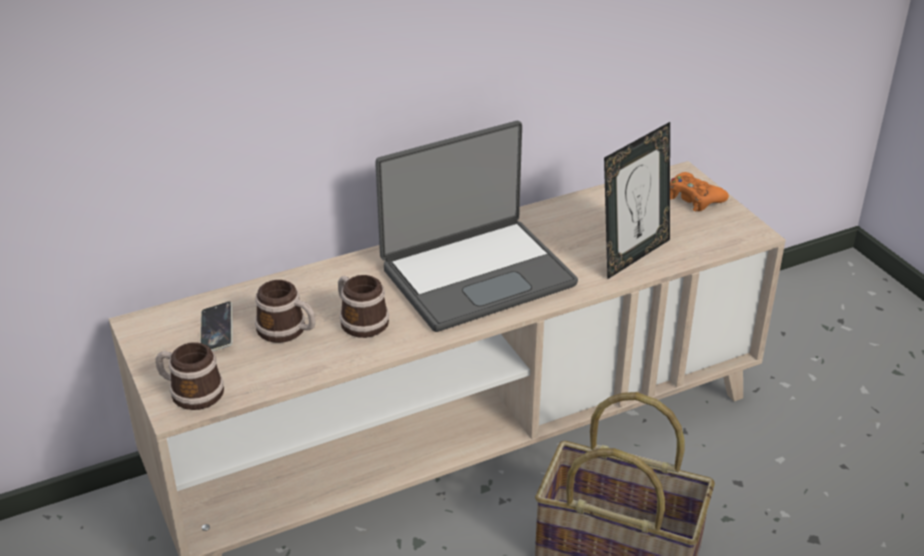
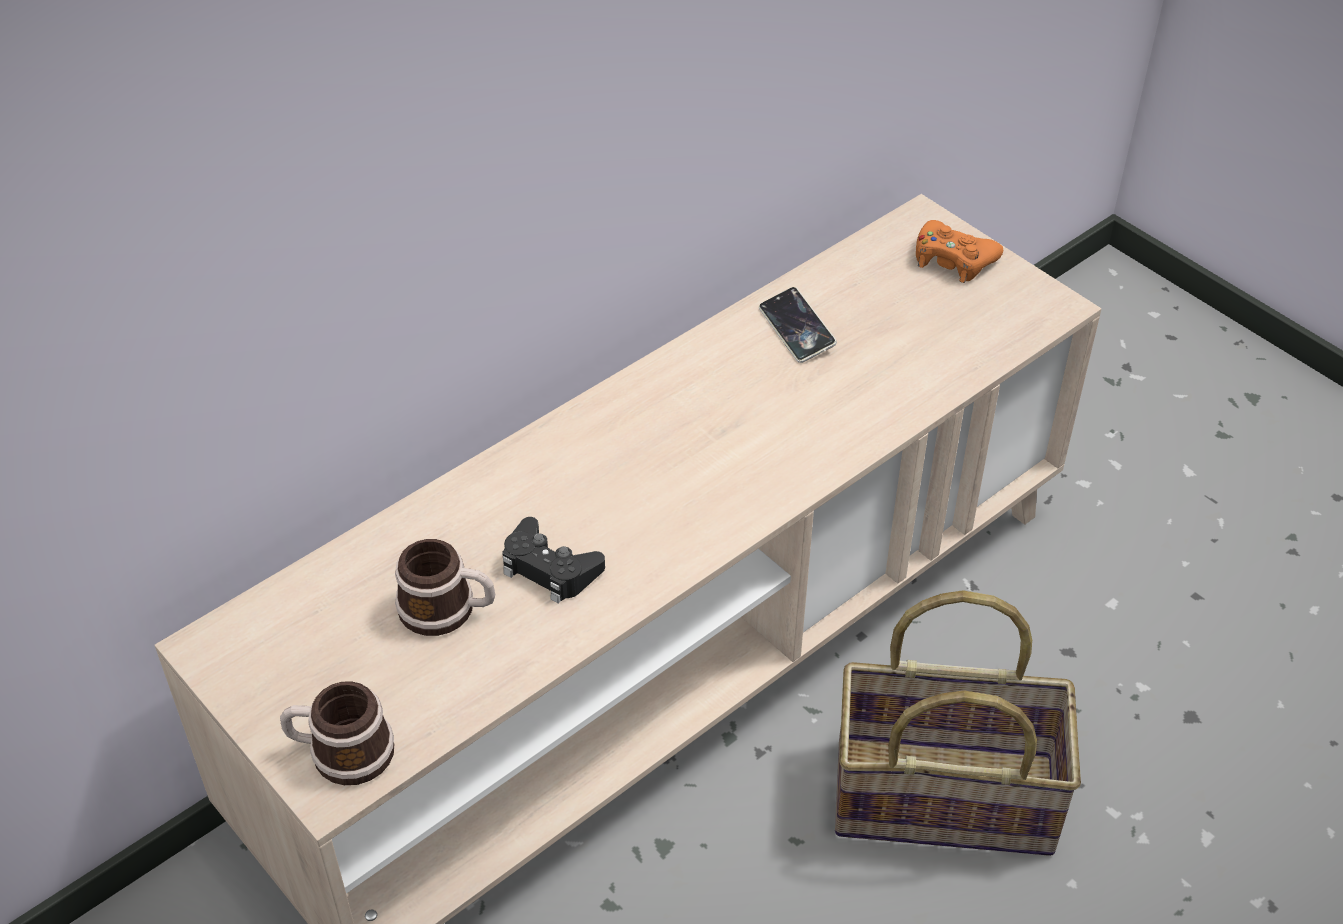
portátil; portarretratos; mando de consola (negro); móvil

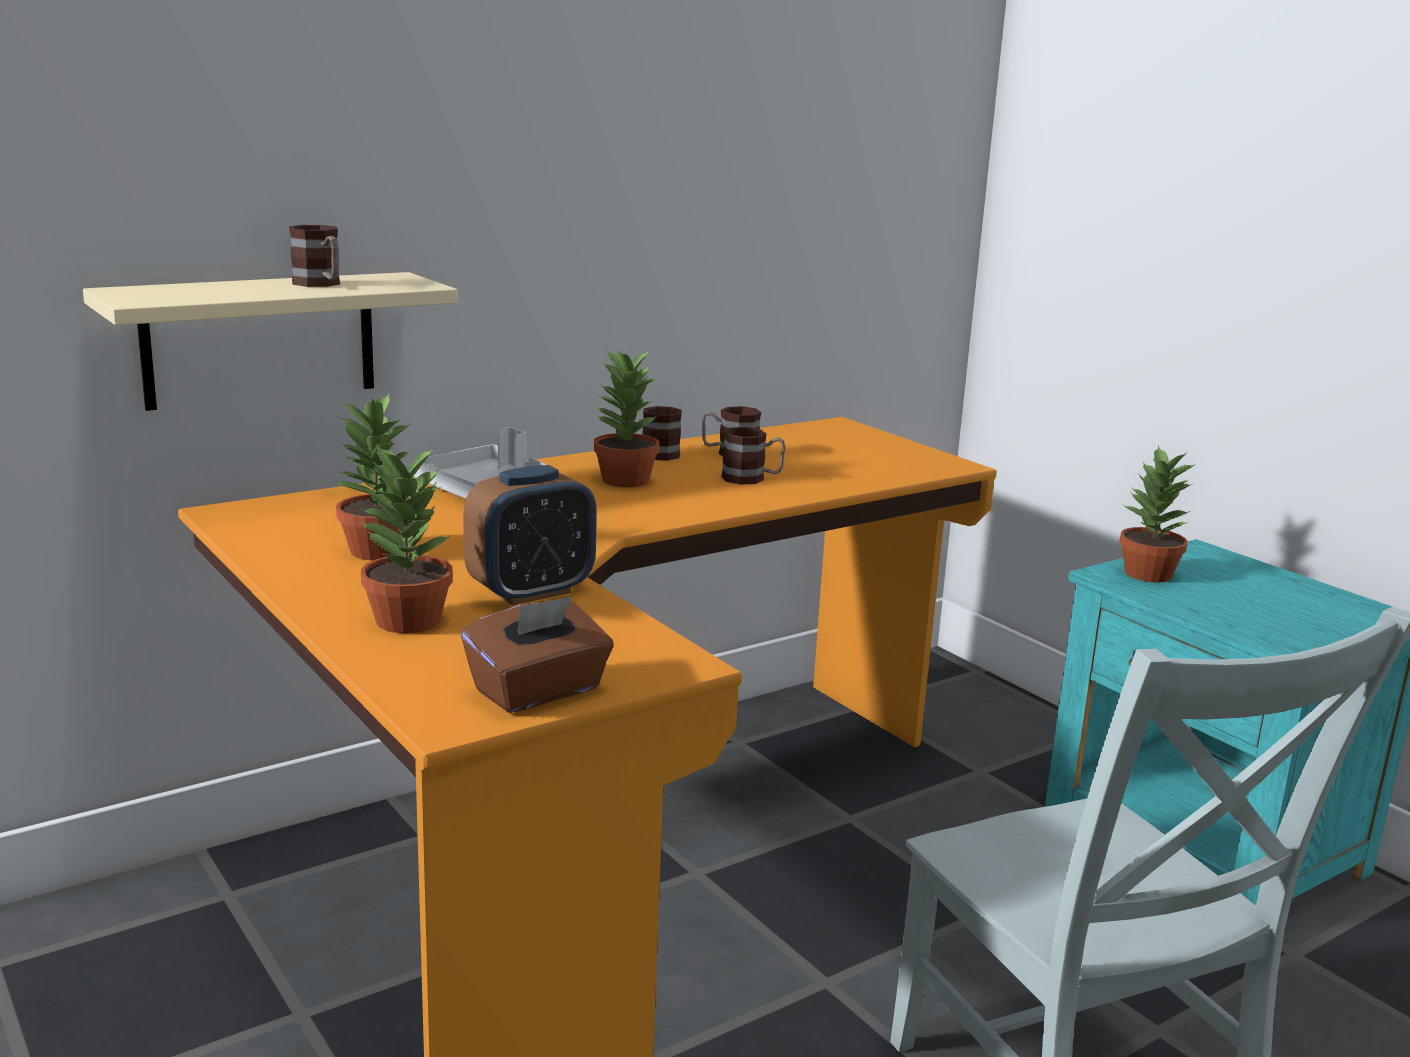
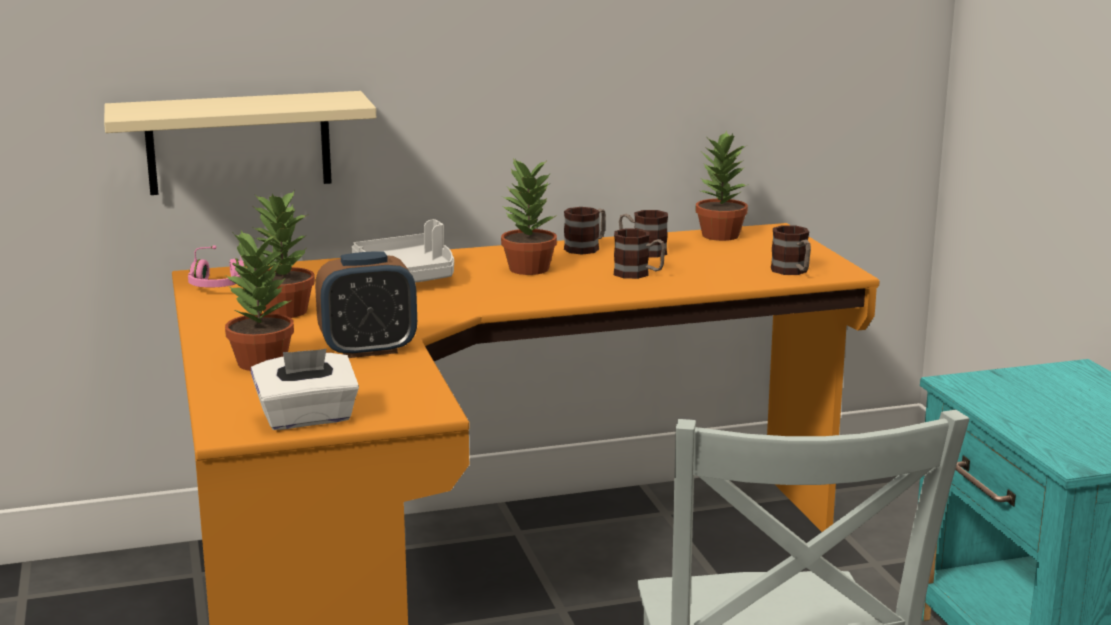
taza grande (4th from left); planta en maceta (4th from left); caja de pañuelos (blanco); auriculares (rosa)

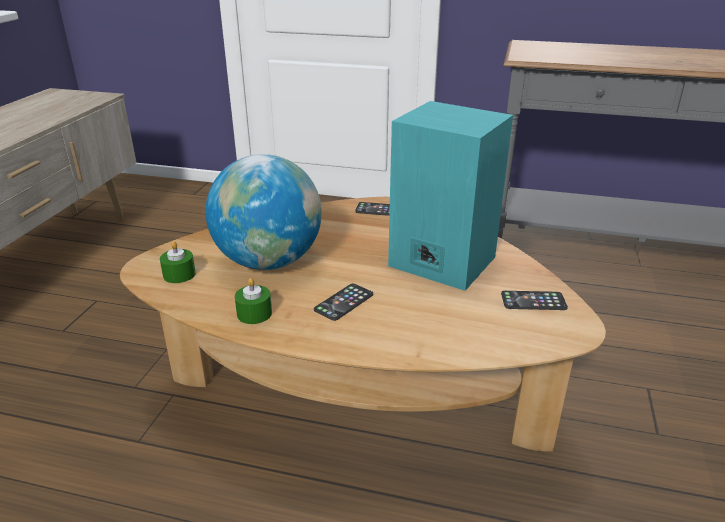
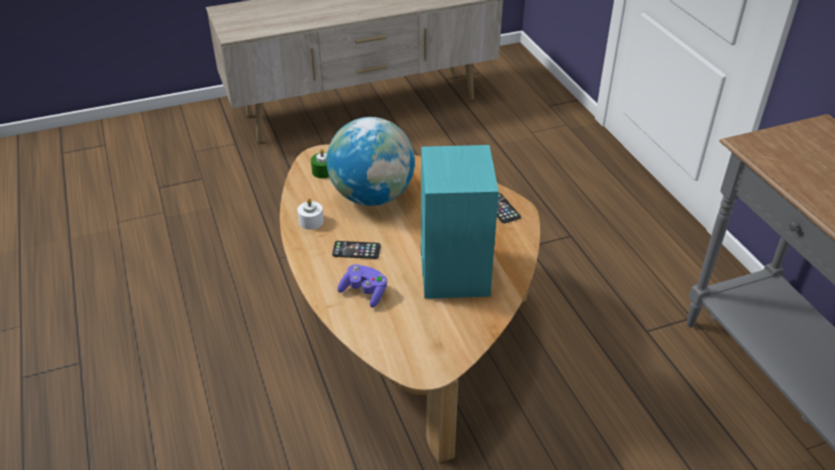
vela (blanco); móvil (3rd from left in the first image); mando de consola (morado)

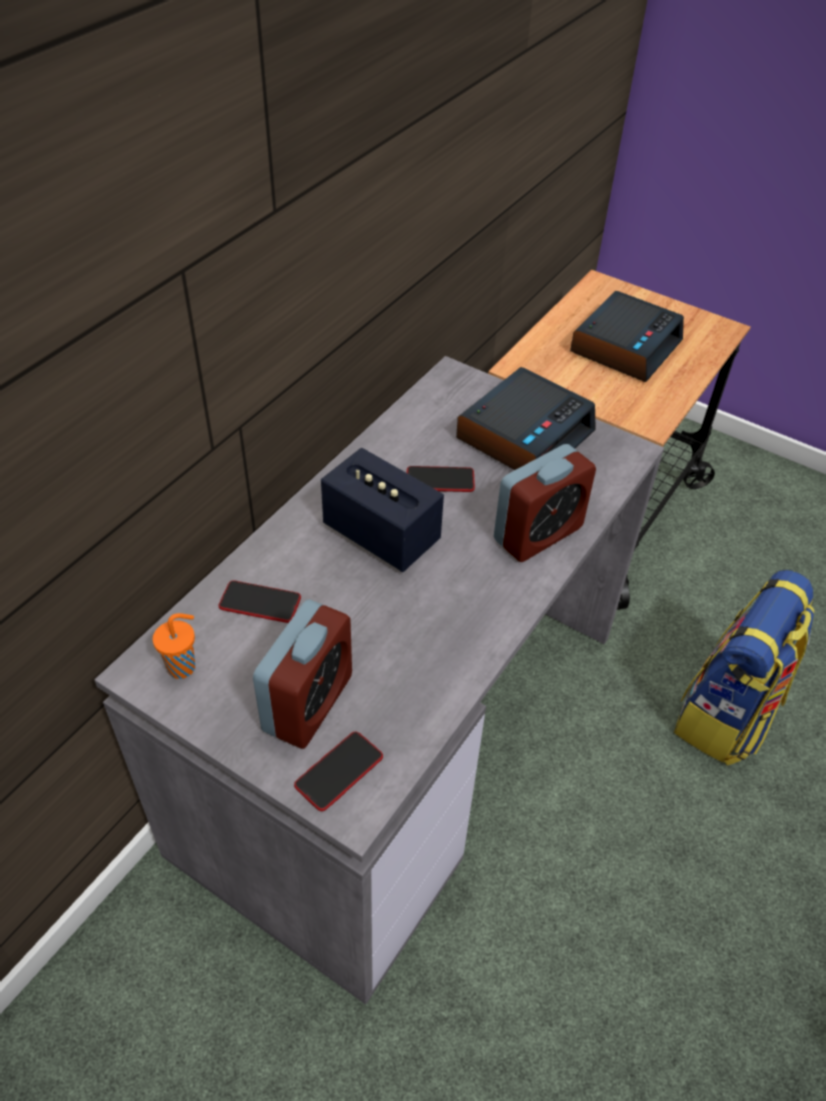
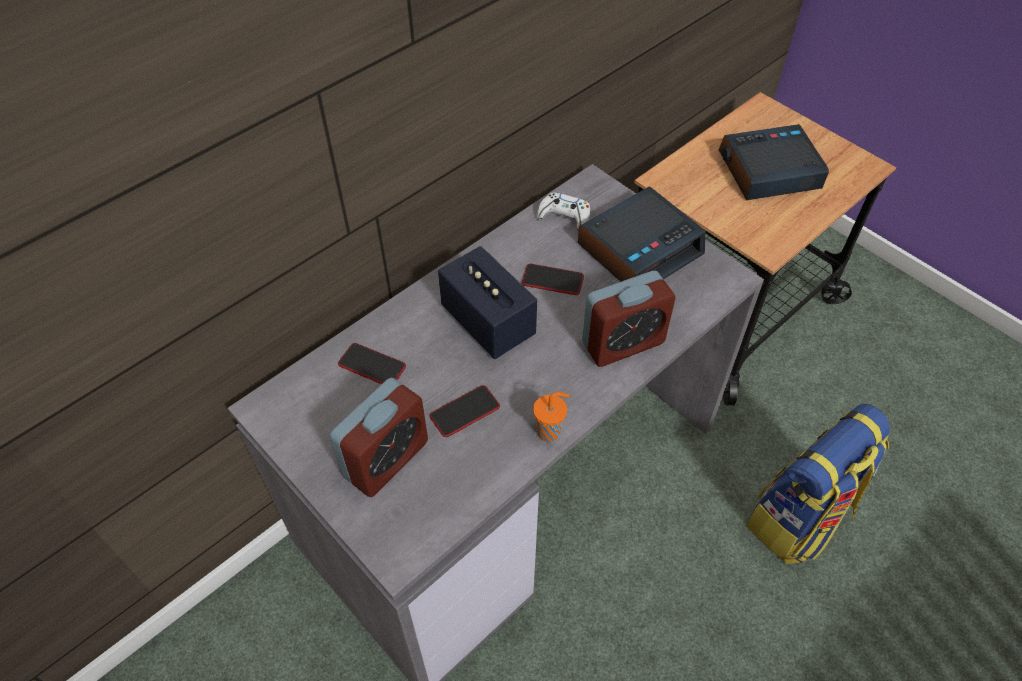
despertador (4th from left); taza (naranja); móvil (2nd from left); mando de consola (blanco)

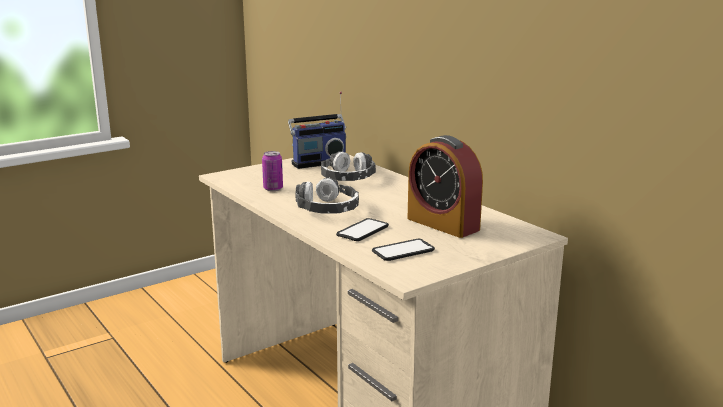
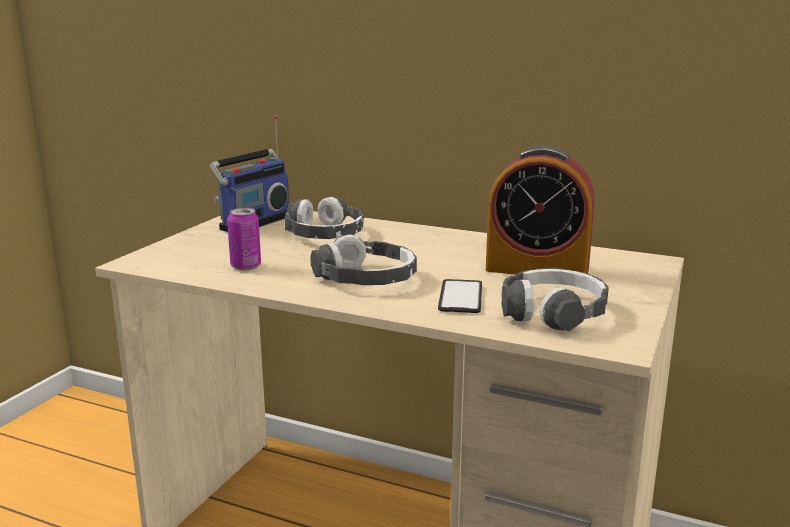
auriculares (3rd from left)

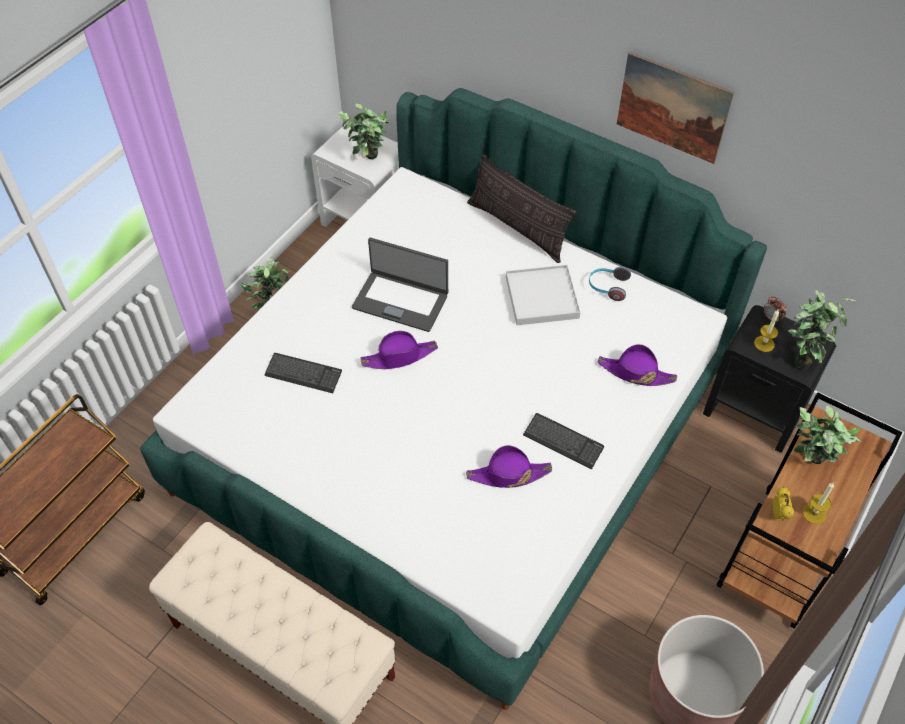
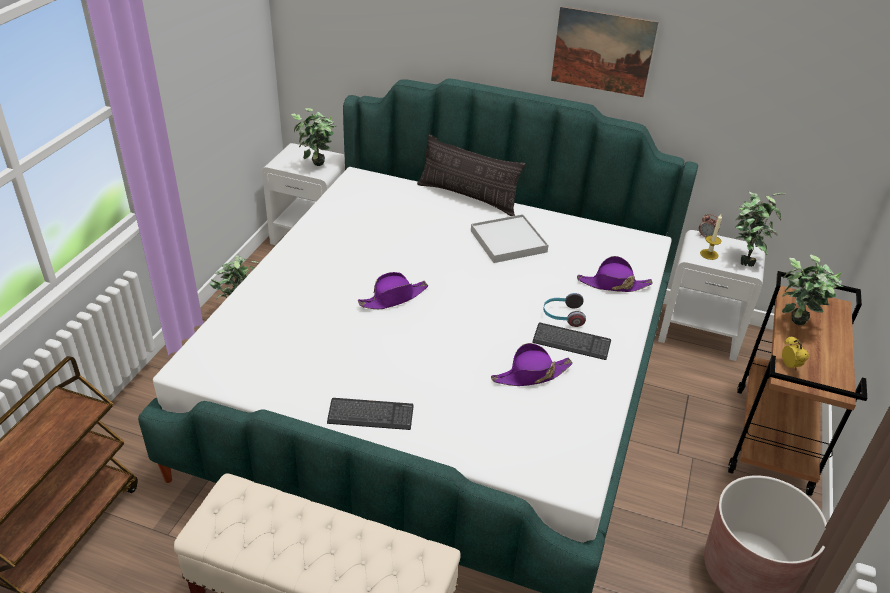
portátil; auriculares; mesita de noche (blanco) (2nd from left); teclado (1st from left); vela (2nd from left in the first image)

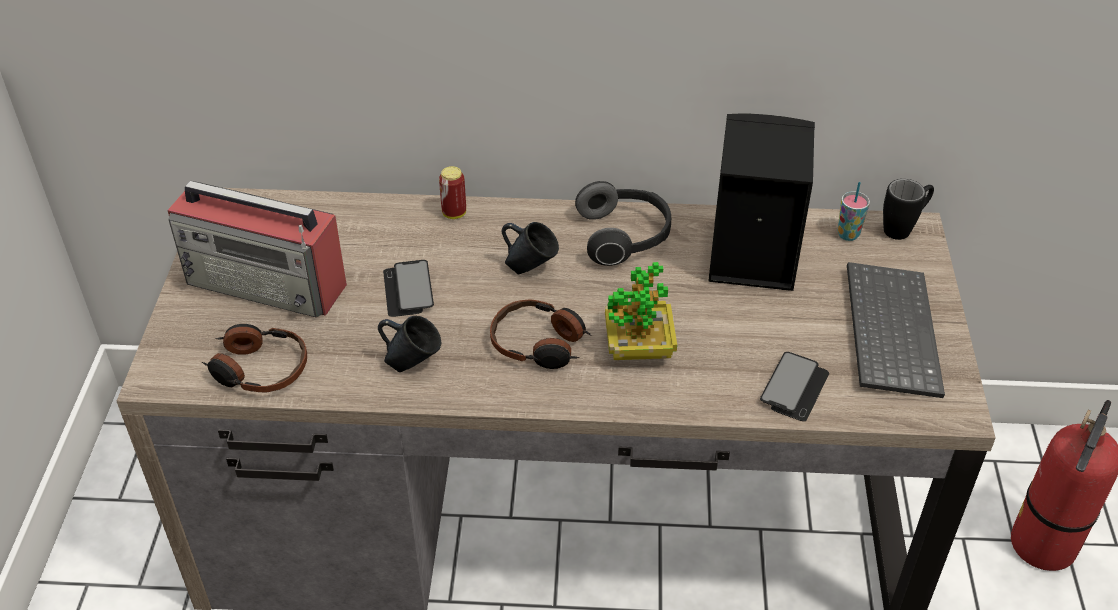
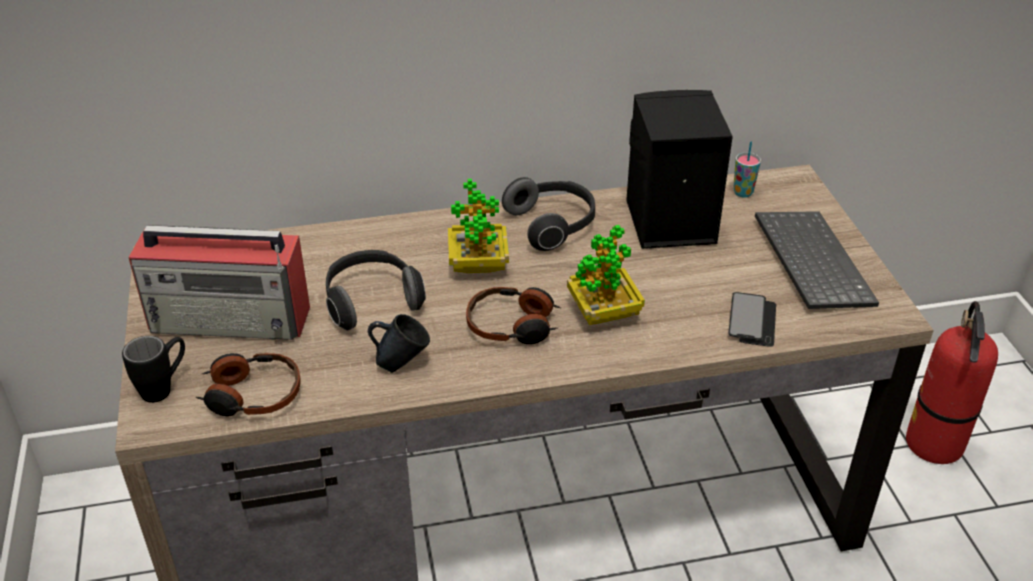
lata; taza grande (negro); planta en maceta (1st from left); auriculares (2nd from left)

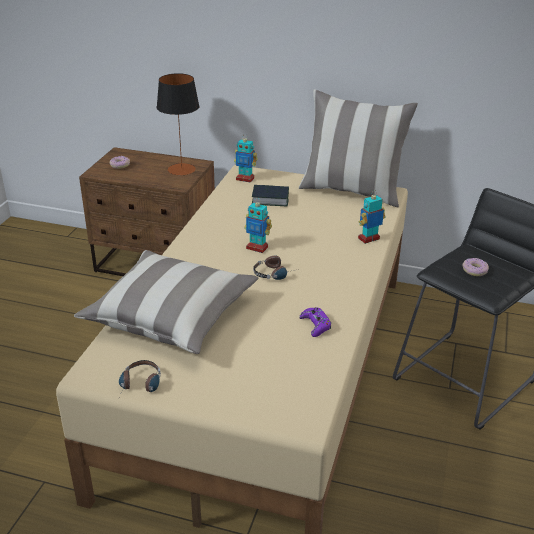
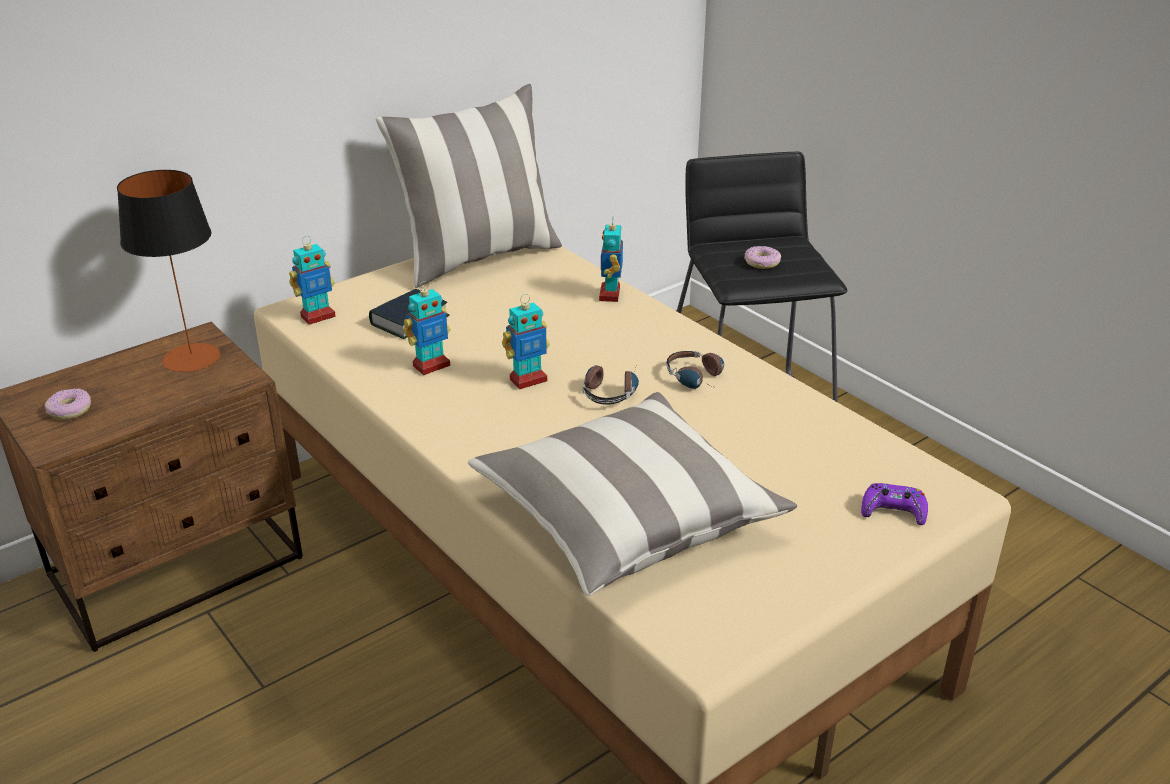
mando de consola (morado); auriculares (2nd from left); robot de juguete (2nd from left)

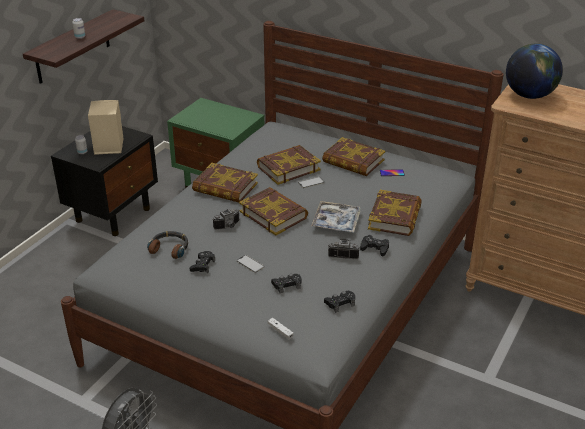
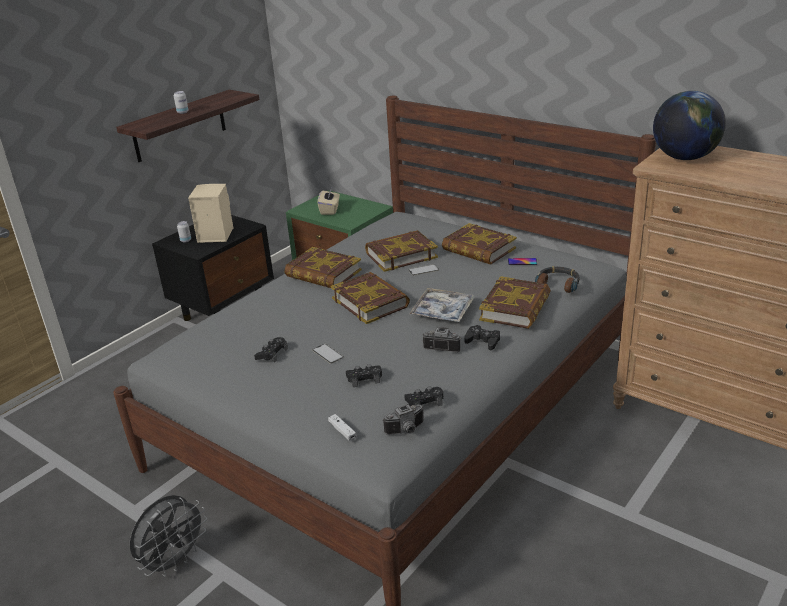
cámara (1st from left); auriculares; caja de pañuelos (beis)

